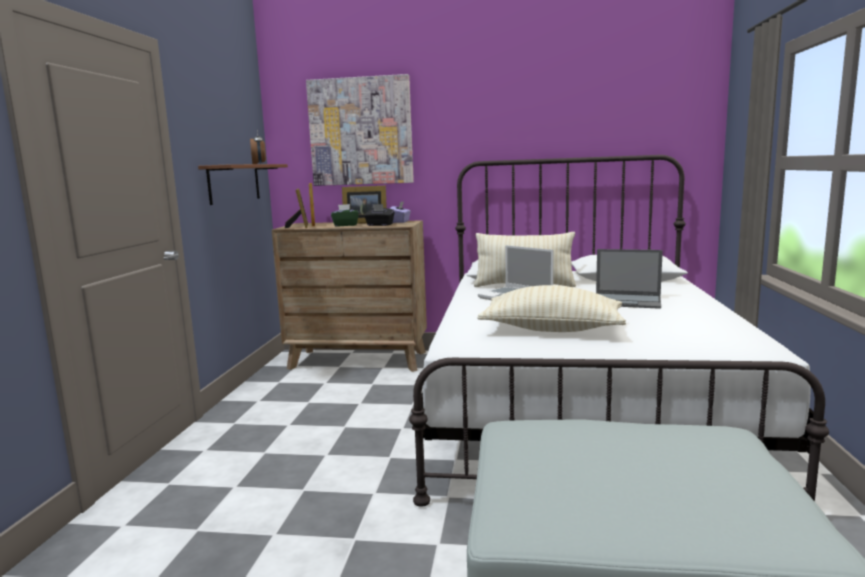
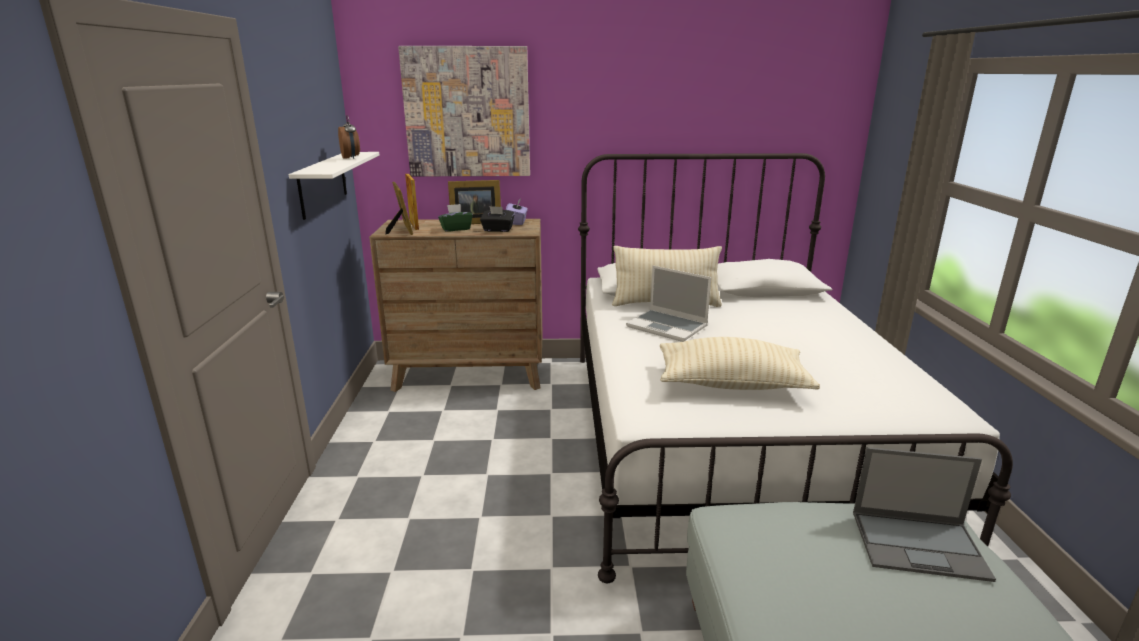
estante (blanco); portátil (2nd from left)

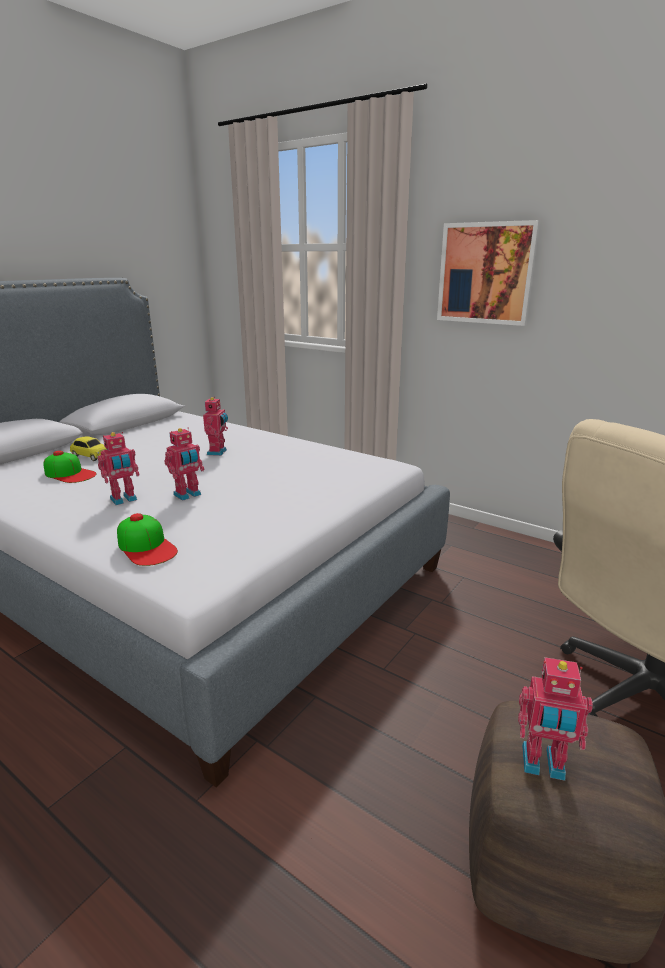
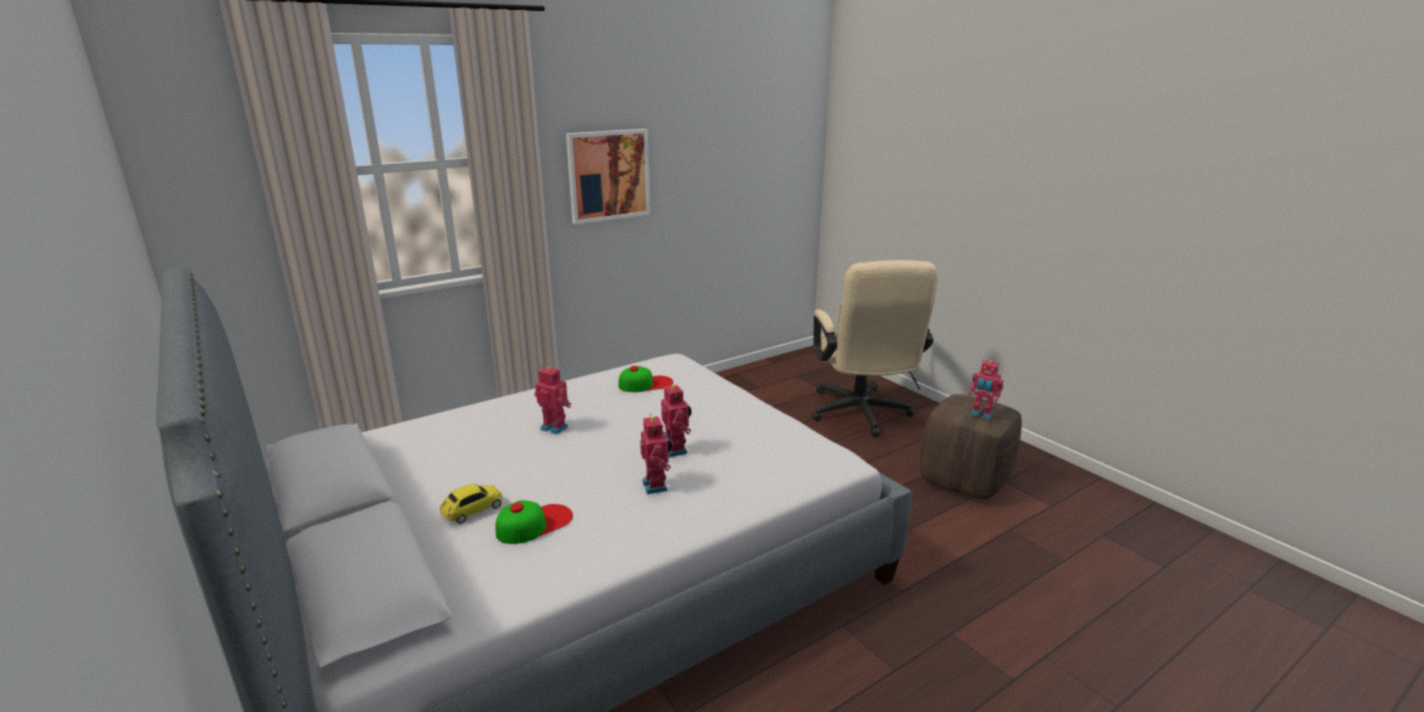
gorra (2nd from left); robot de juguete (4th from left)

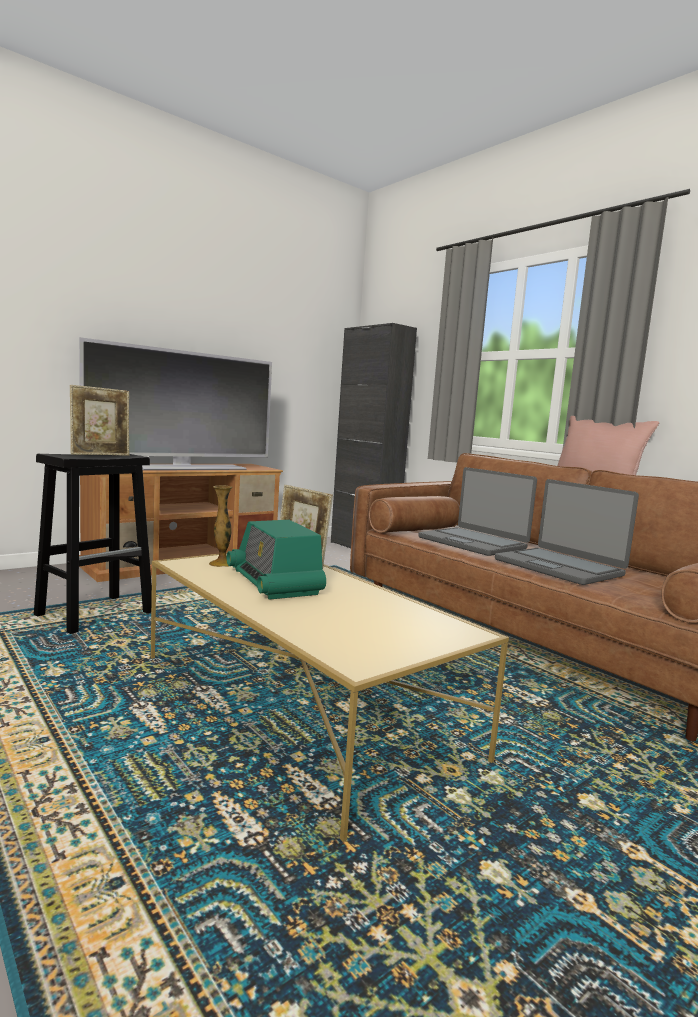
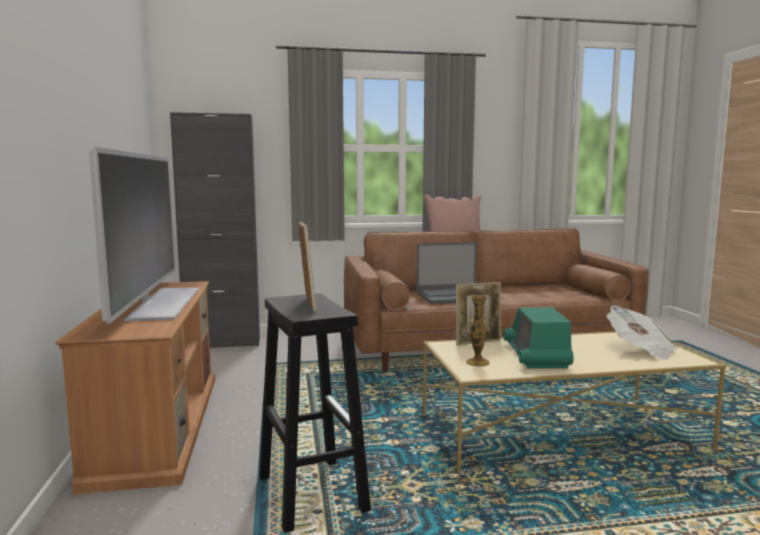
portátil (2nd from left in the first image); radio; periódico

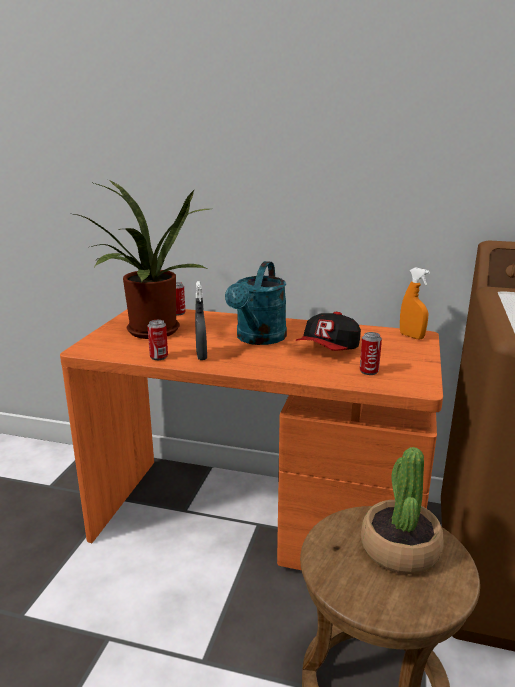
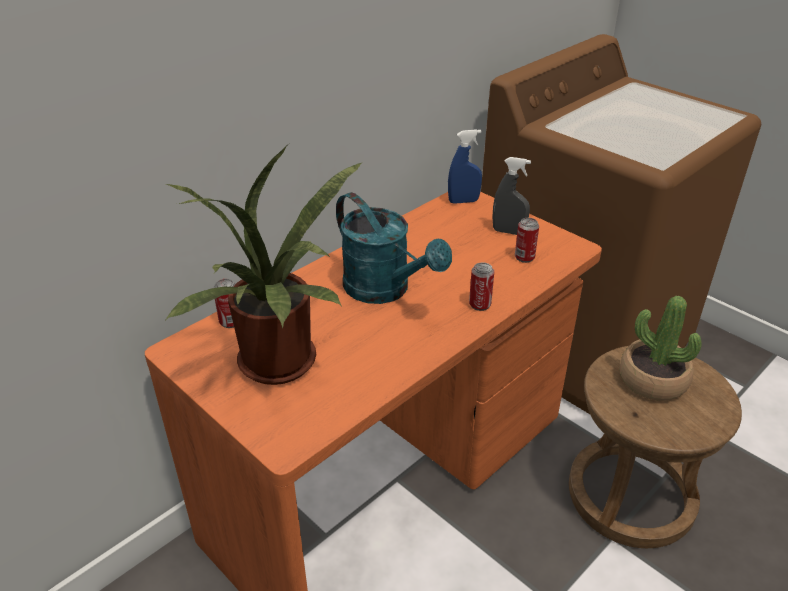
pulverizador (azul); pulverizador (gris); gorra; lata (2nd from left)

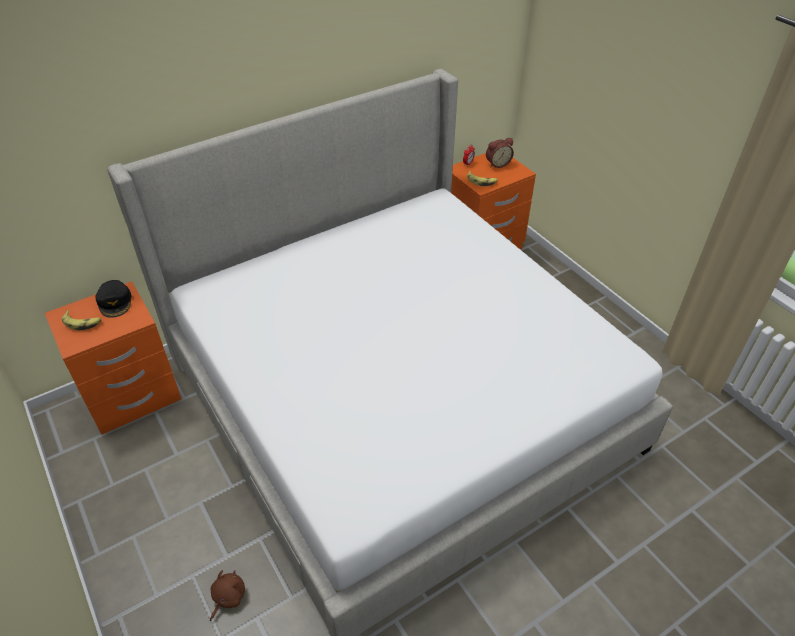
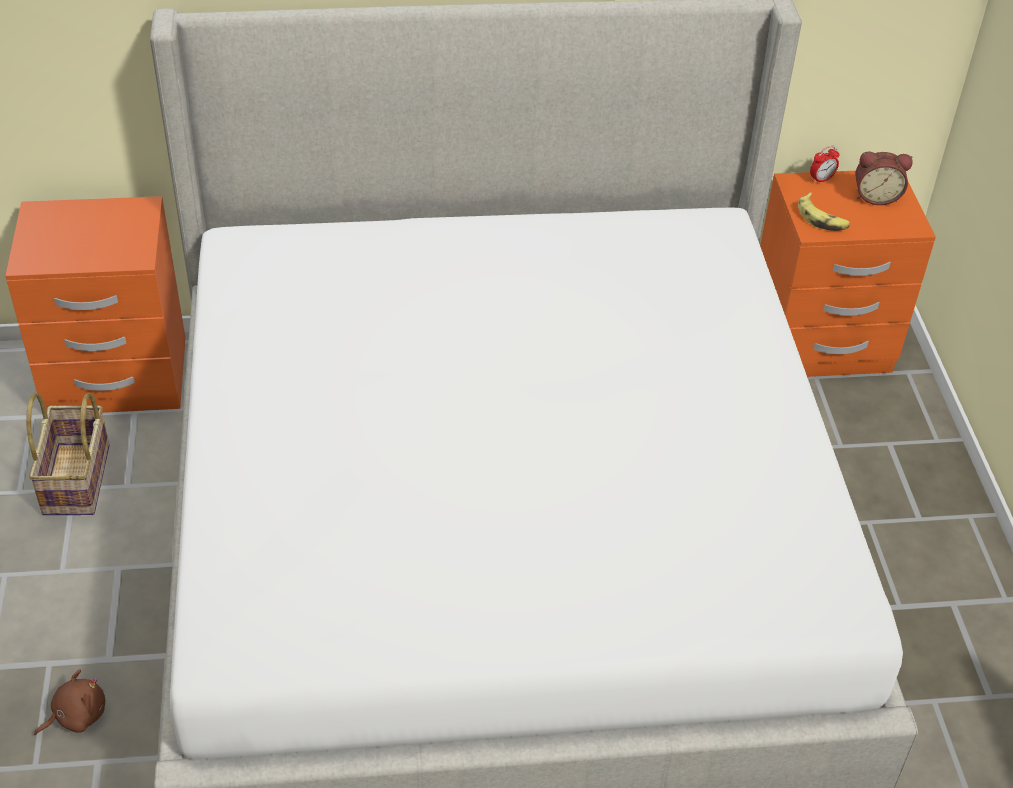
gorra (negro); plátano (1st from left in the first image); cesta

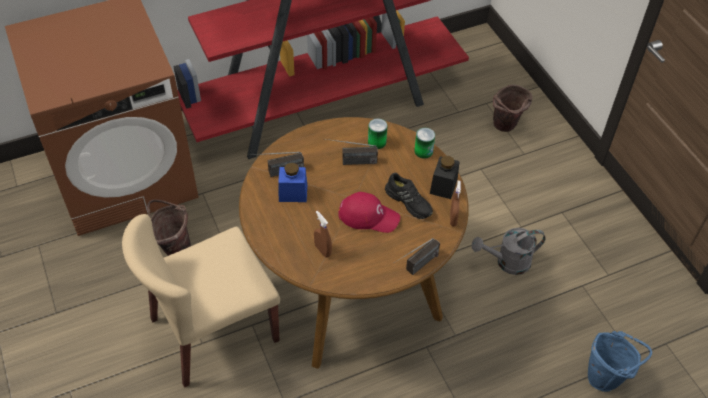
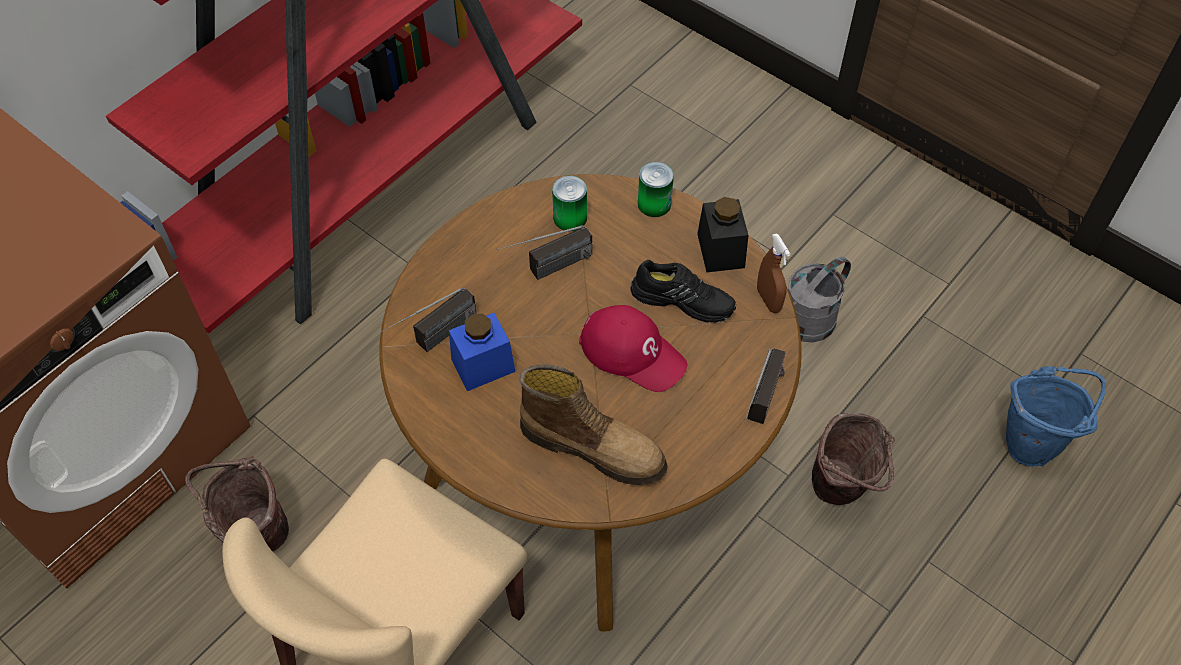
cubo (marrón) (2nd from left); gorra (rojo); bota

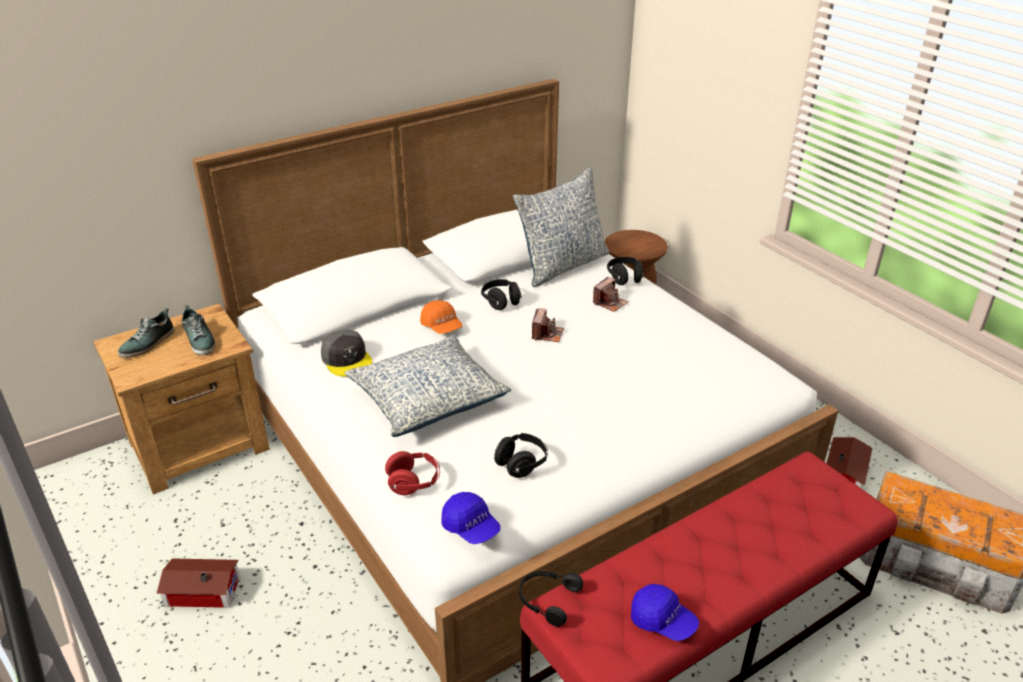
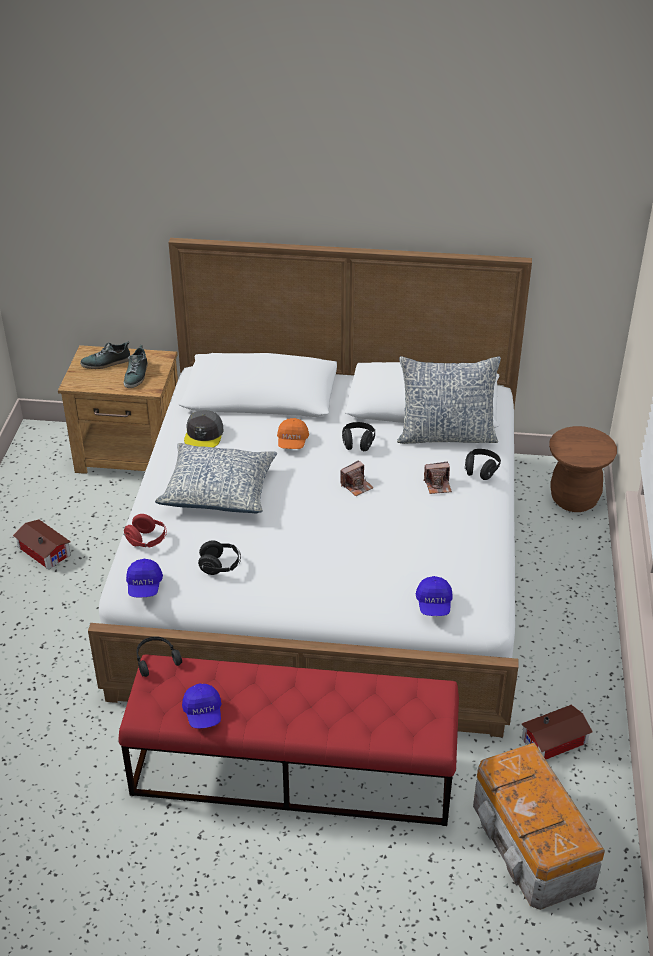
gorra (azul) (3rd from left)

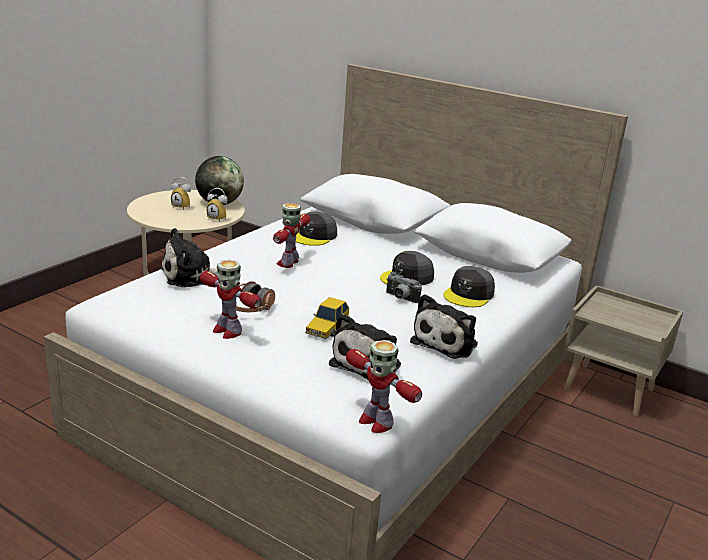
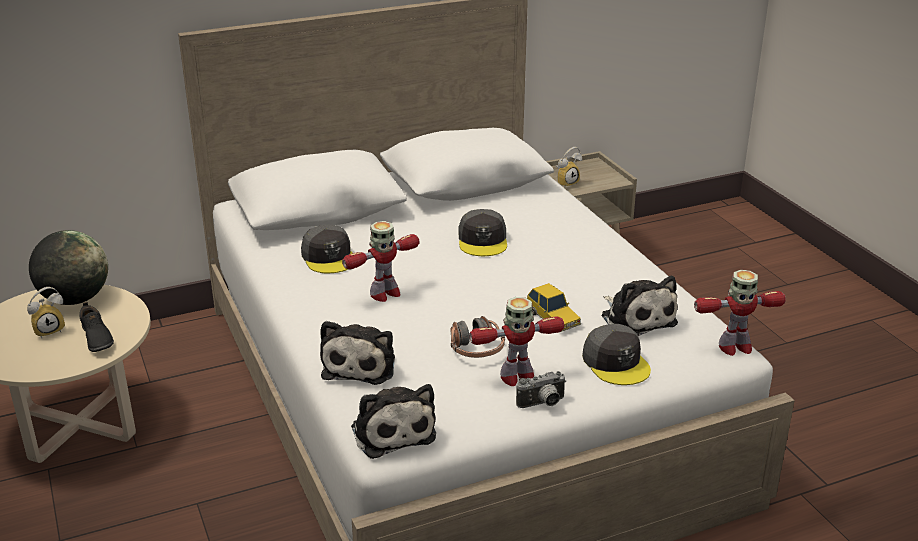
despertador (2nd from left); robot de juguete (1st from left); gorra (gris) (3rd from left); cámara; peluche (2nd from left); zapato (negro)

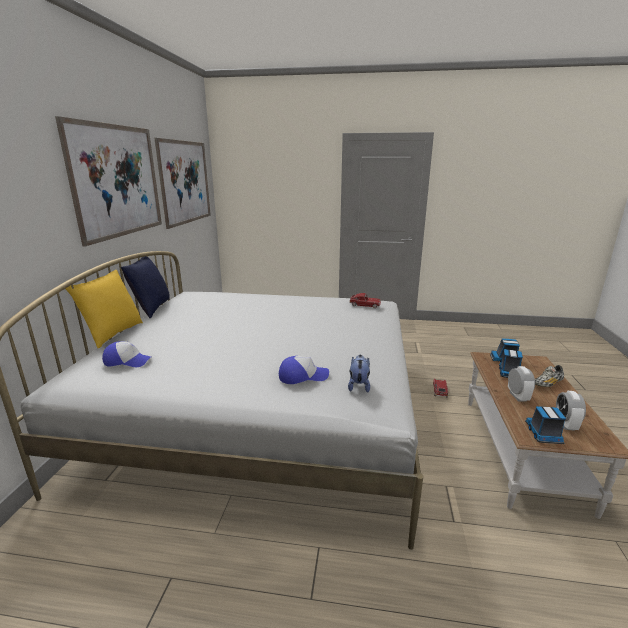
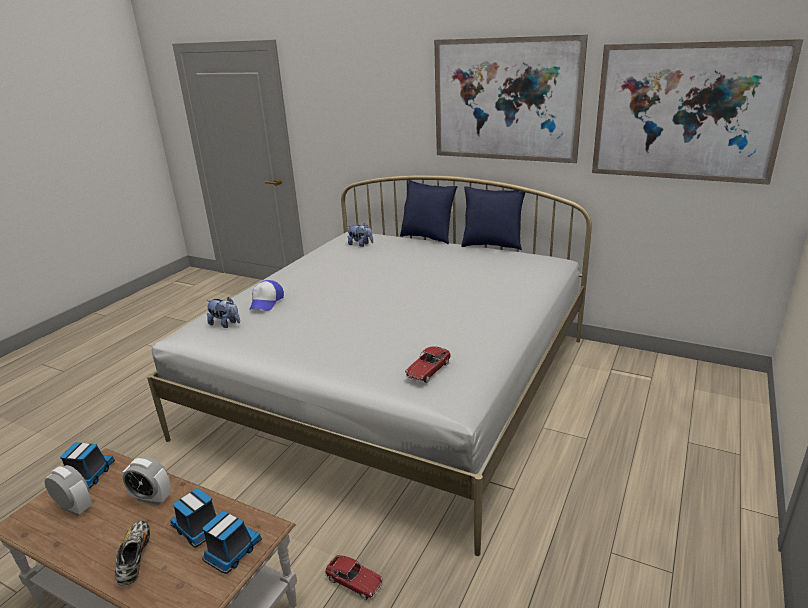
cojín (azul) (1st from left); peluche (2nd from left); camión de juguete (1st from left)

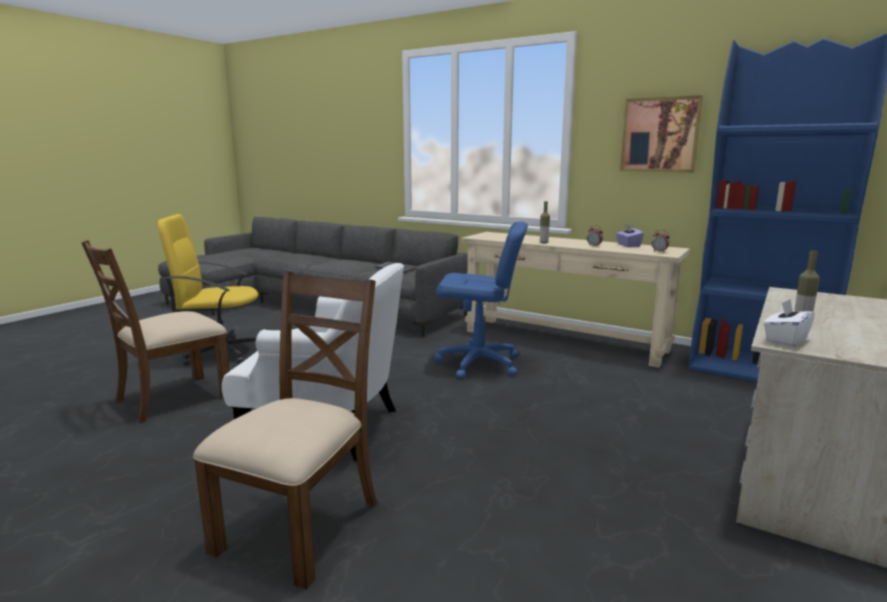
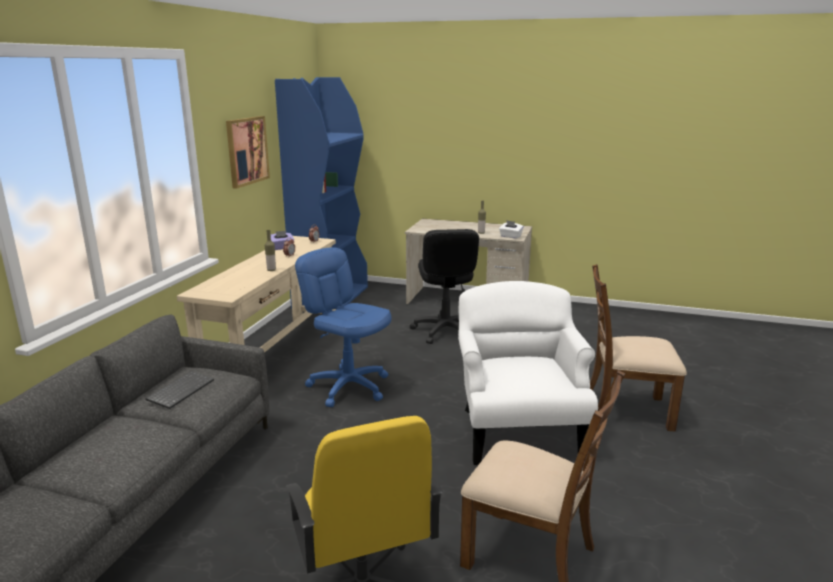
silla de oficina (azul); silla de oficina (negro)

